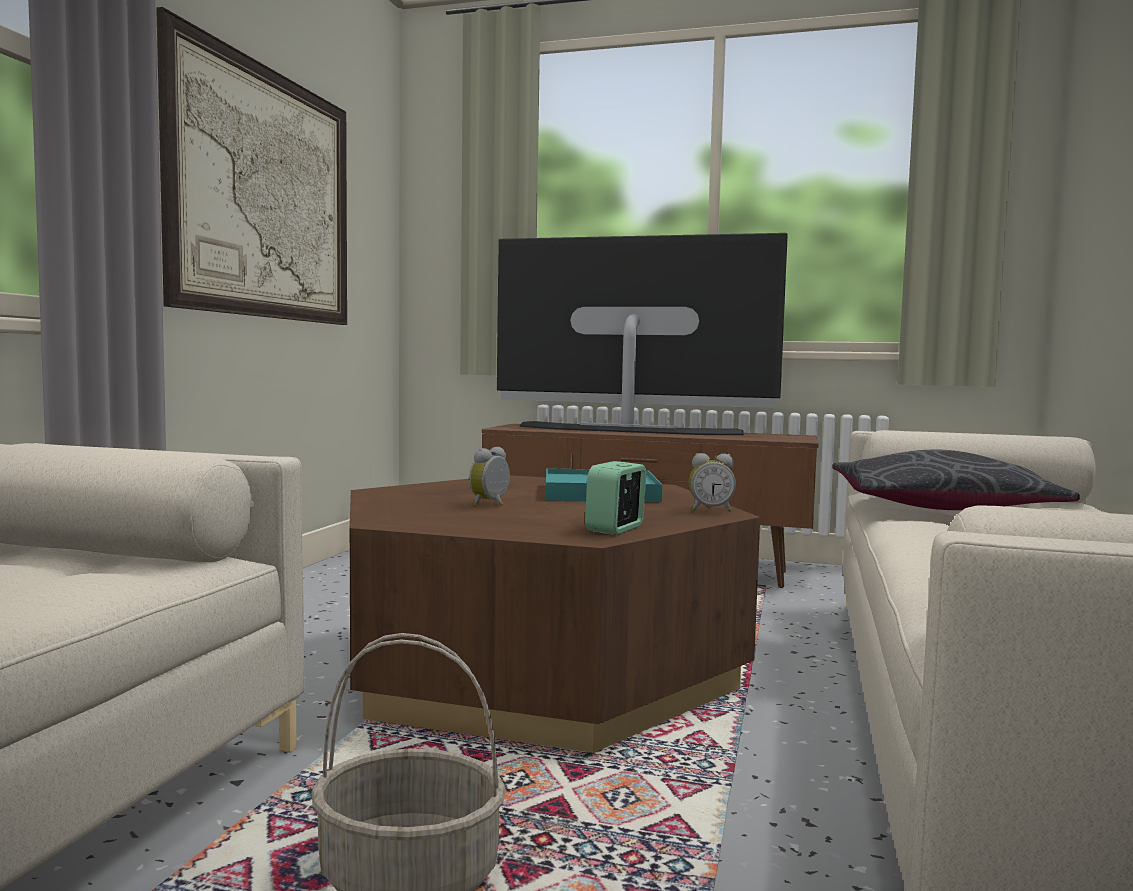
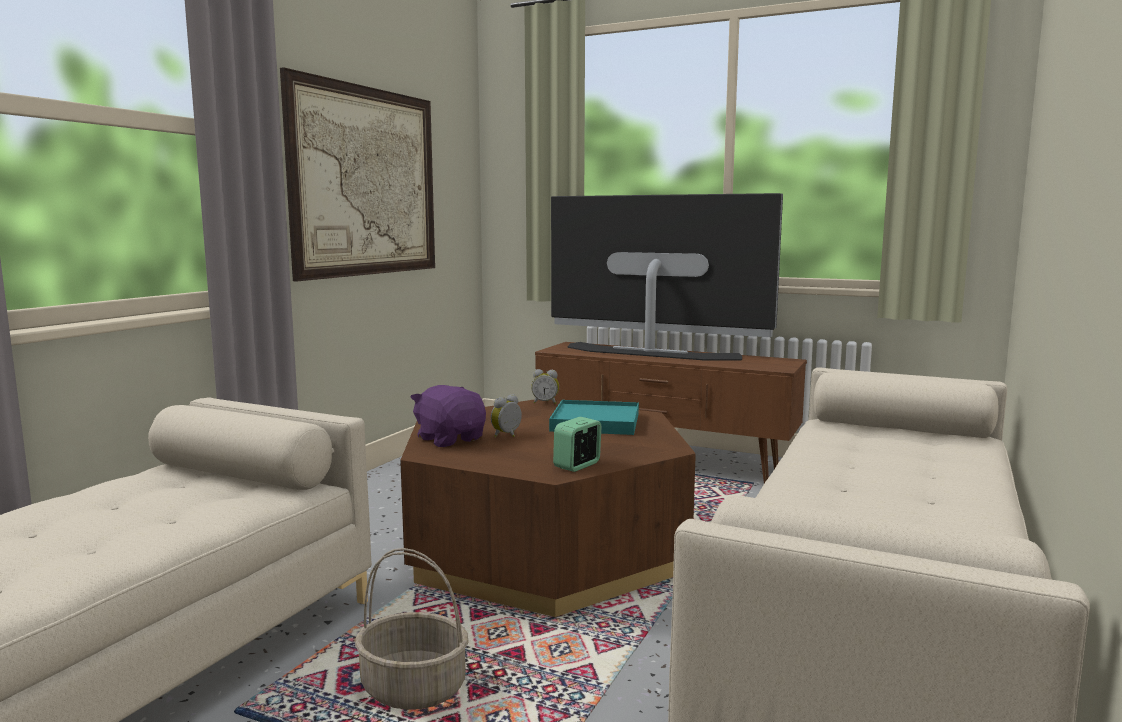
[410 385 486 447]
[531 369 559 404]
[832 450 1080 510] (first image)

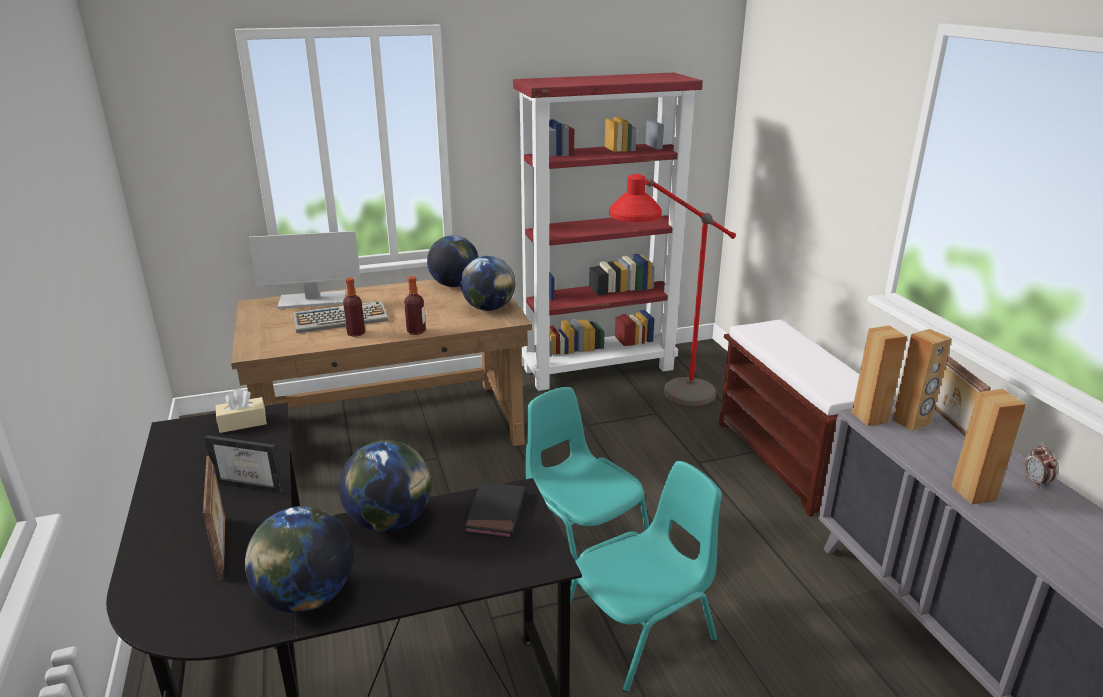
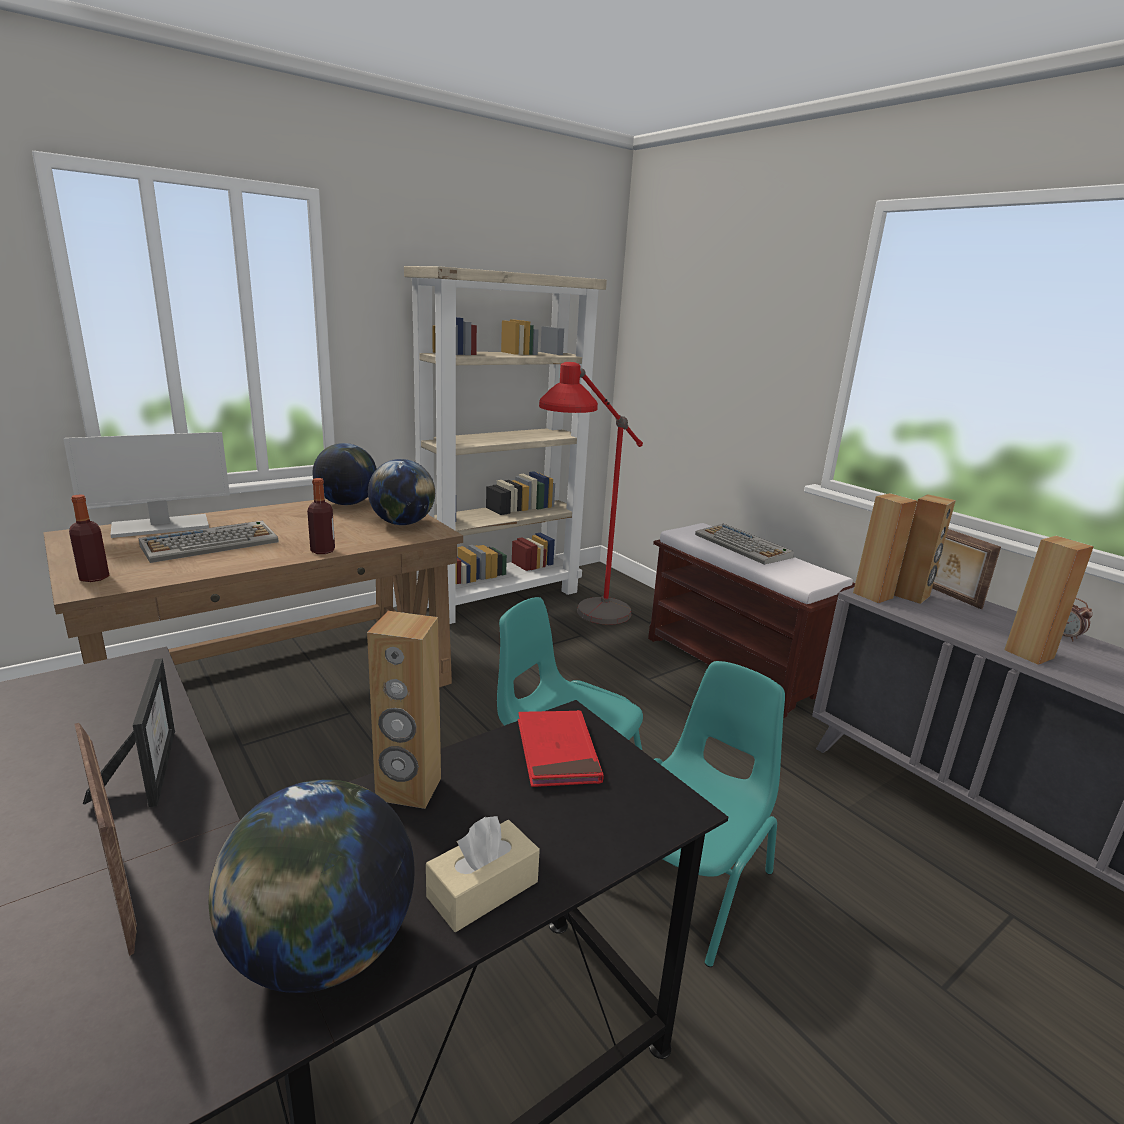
[69 495 109 582]
[83 658 175 807]
[367 611 441 809]
[404 266 607 624]
[426 816 540 932]
[518 710 604 787]
[695 524 794 565]

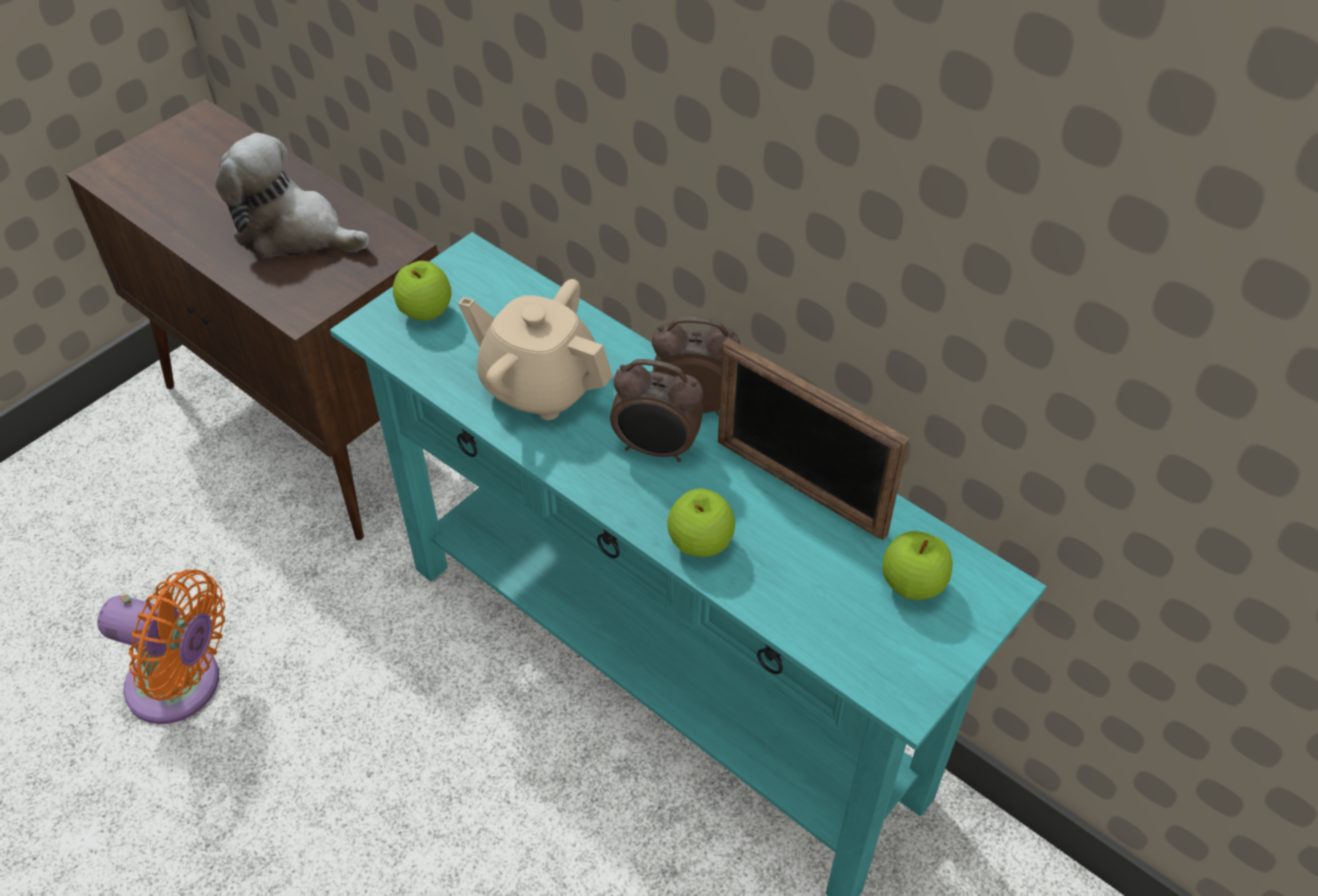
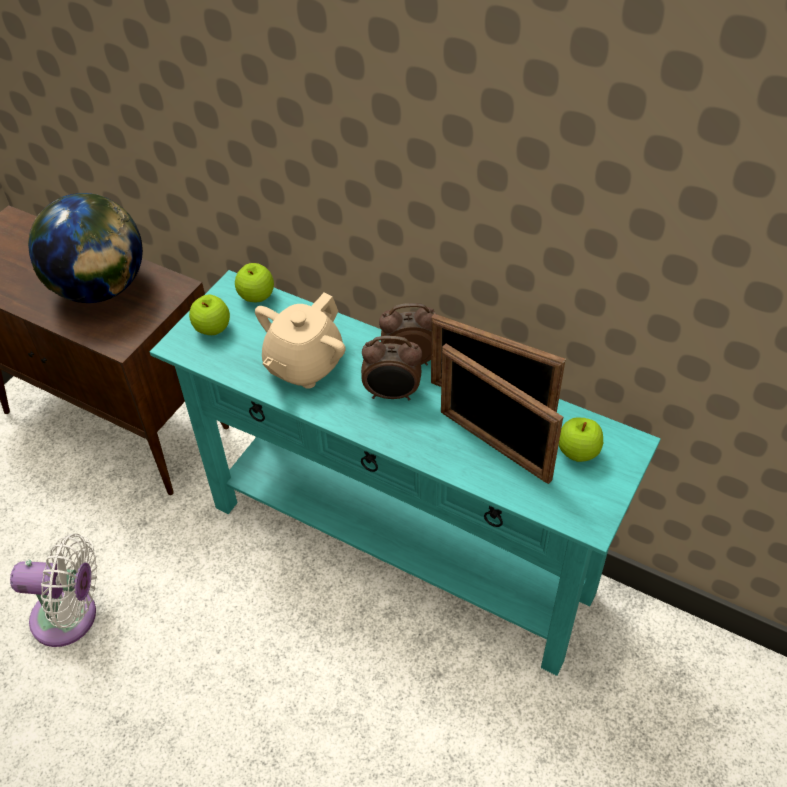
[10 534 97 647]
[28 193 143 303]
[235 263 274 302]
[255 293 345 389]
[441 344 563 484]

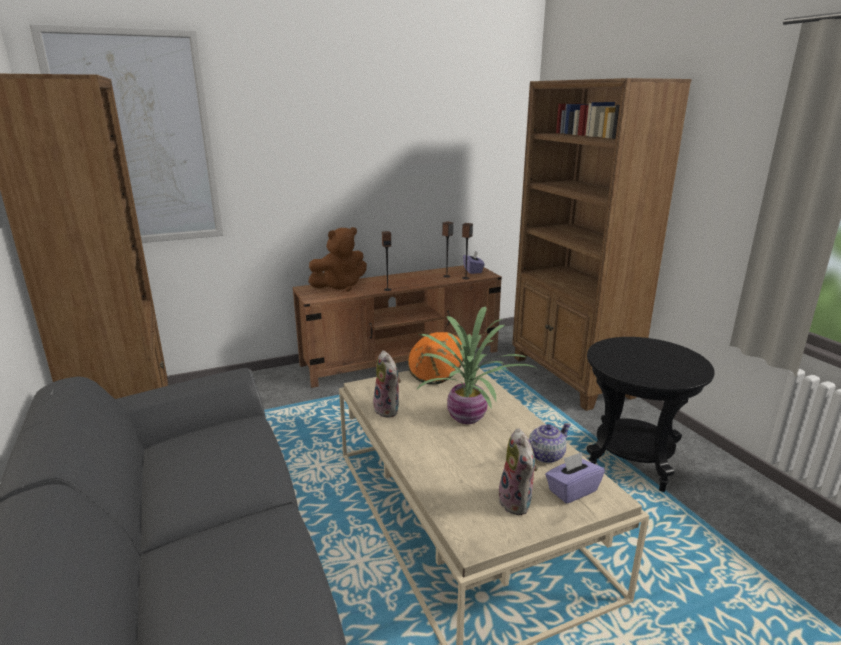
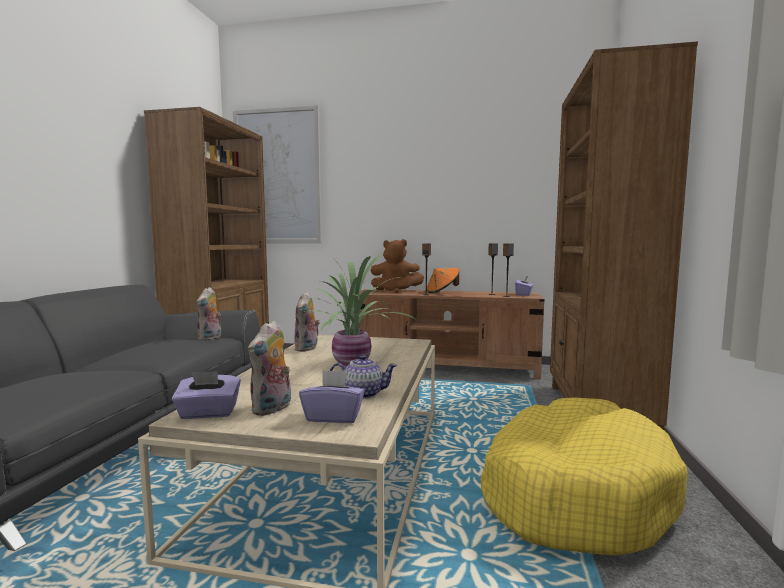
[172 371 241 419]
[196 287 221 340]
[427 268 460 293]
[481 397 688 556]

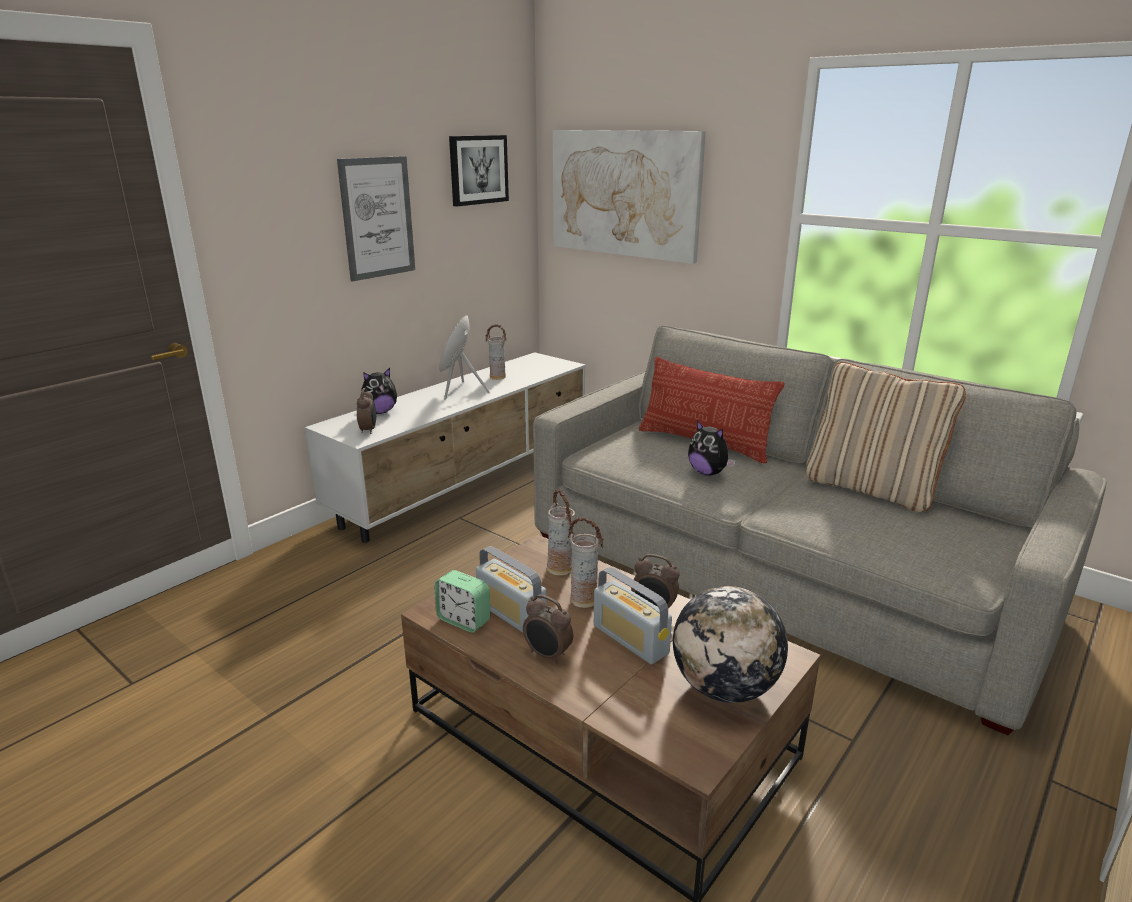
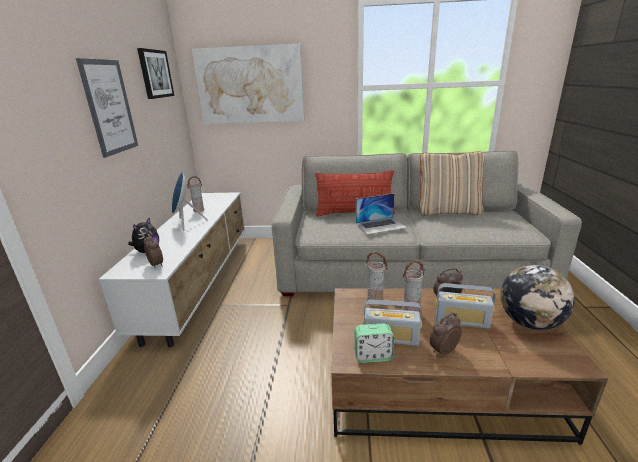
[356 193 407 235]
[430 312 462 357]

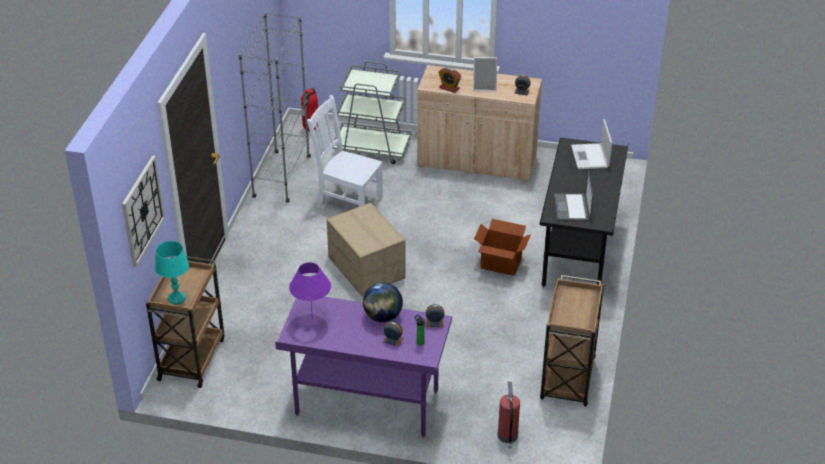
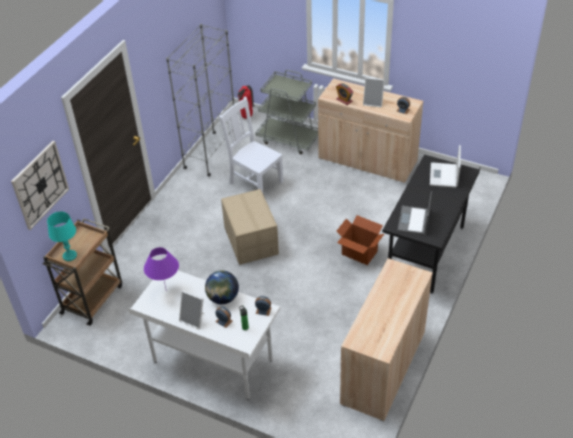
[128 271 281 400]
[179 290 204 329]
[340 258 433 422]
[497 382 520 449] (first image)

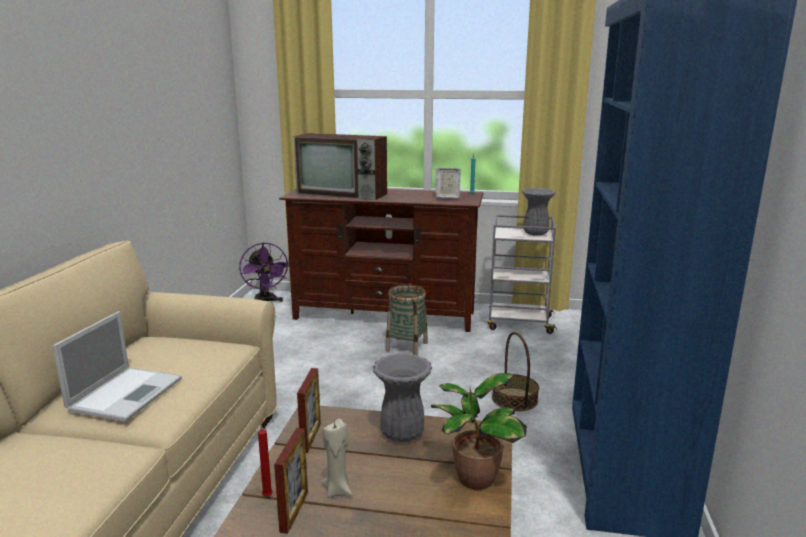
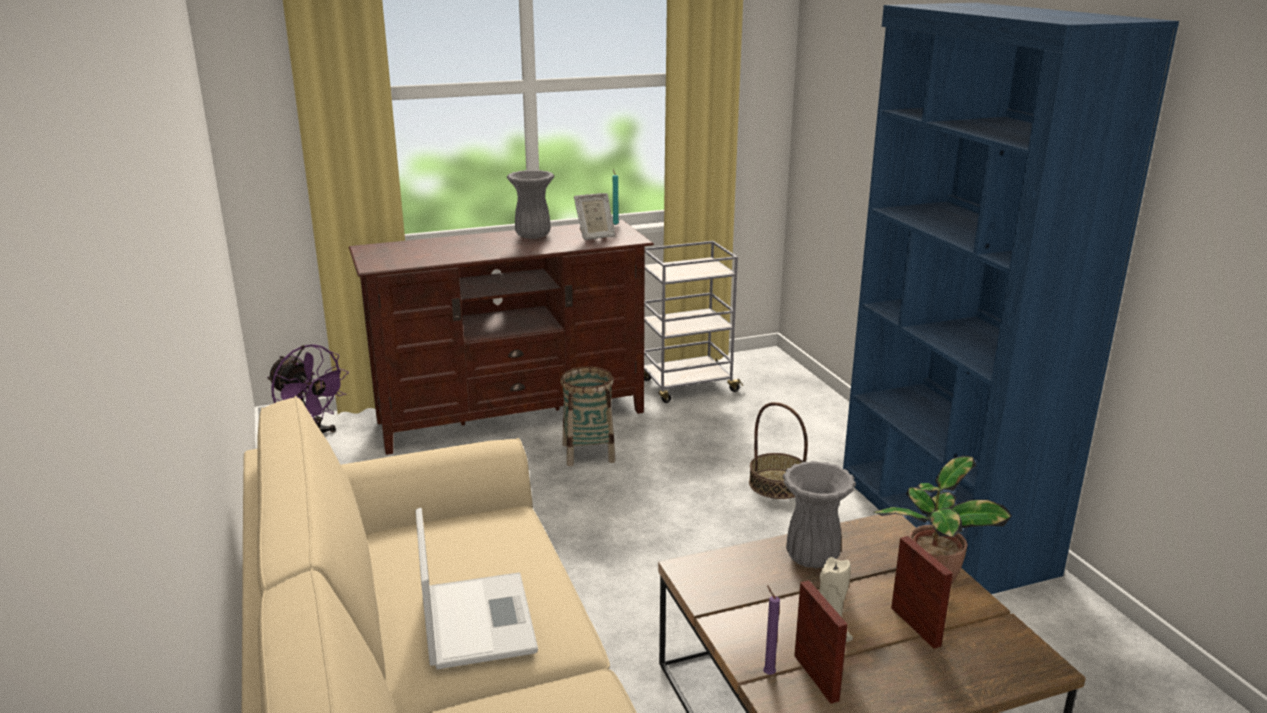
[507 170 555 239]
[763 585 780 675]
[891 536 953 649]
[294 133 387 200] (first image)

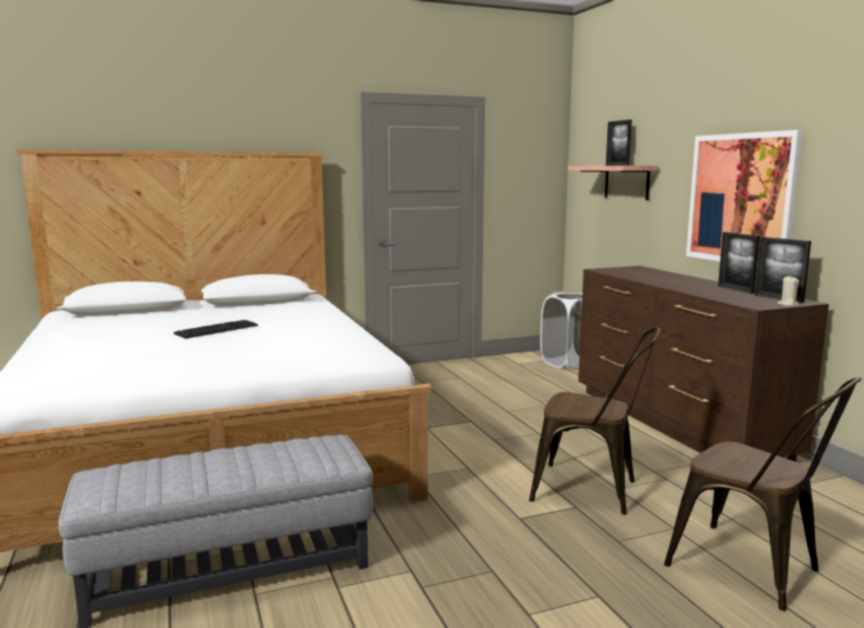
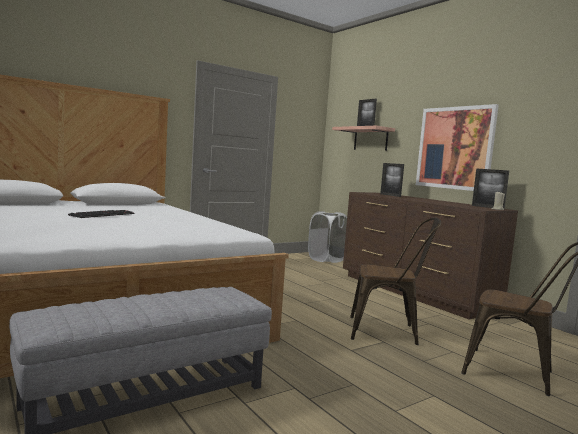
[380 163 404 197]

